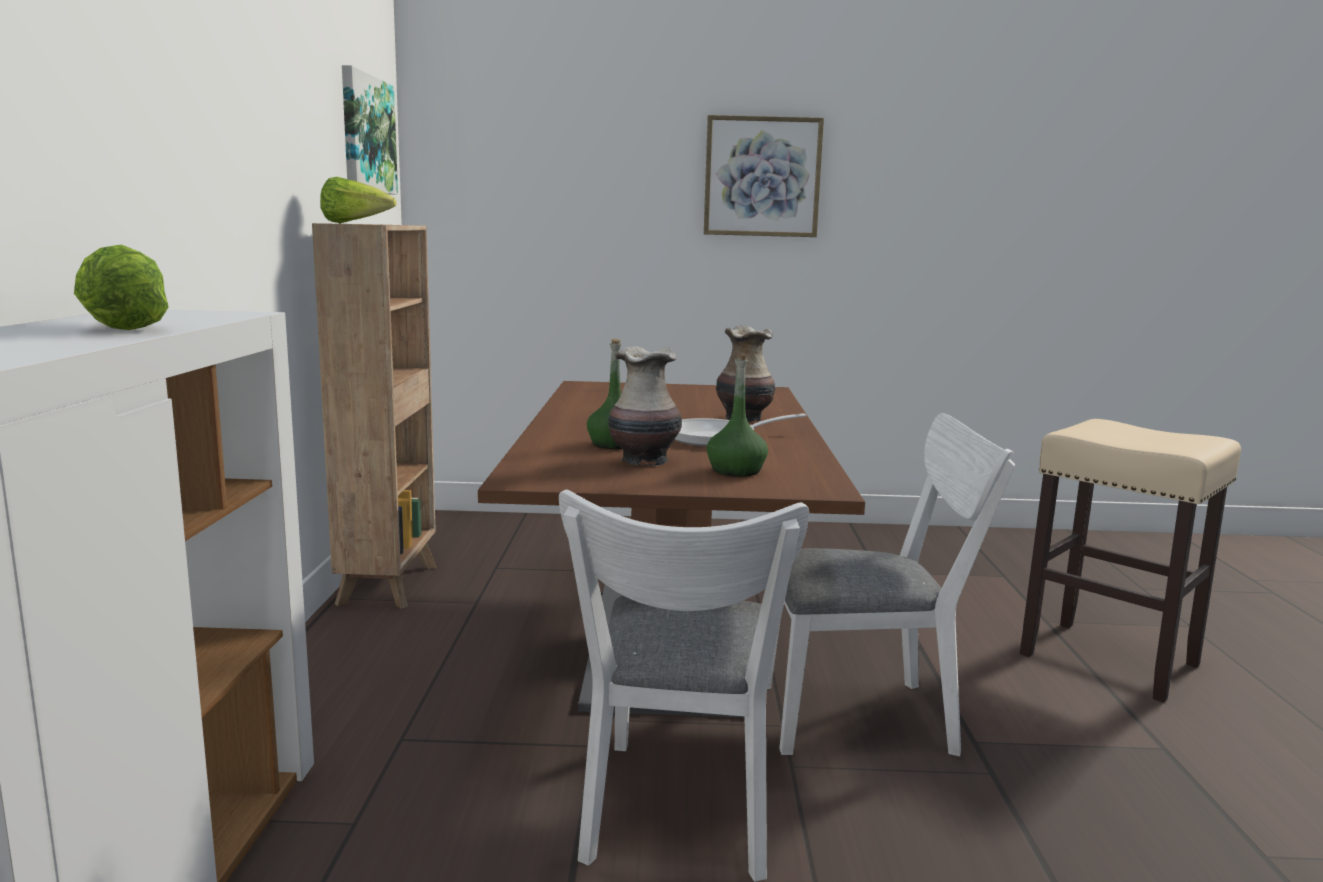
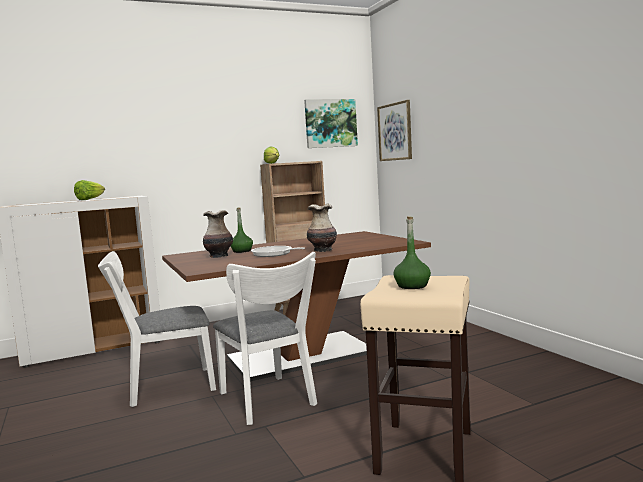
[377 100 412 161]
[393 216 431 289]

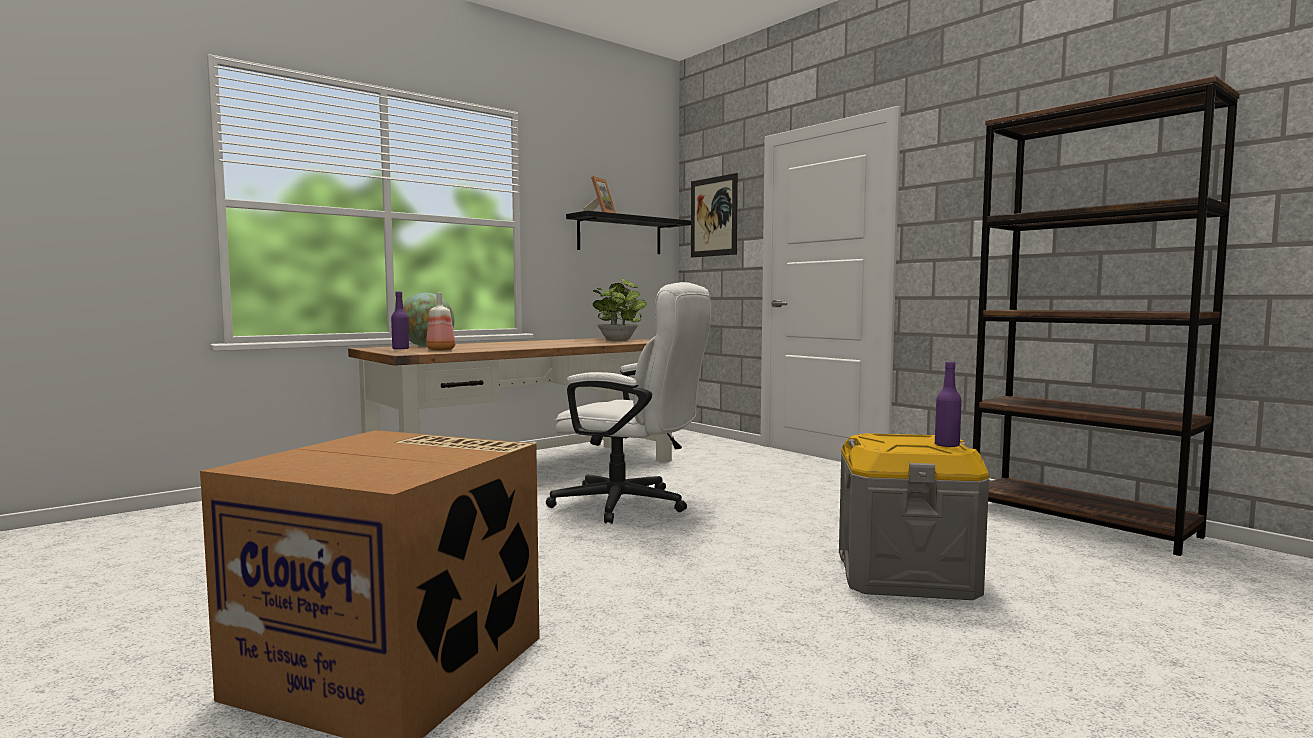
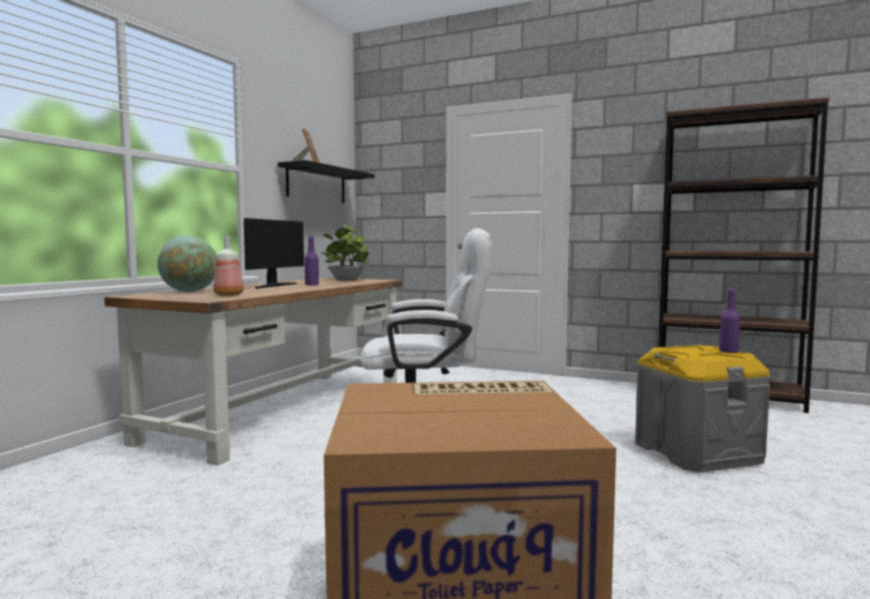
[244 218 304 288]
[305 236 319 286]
[691 173 738 257] (first image)

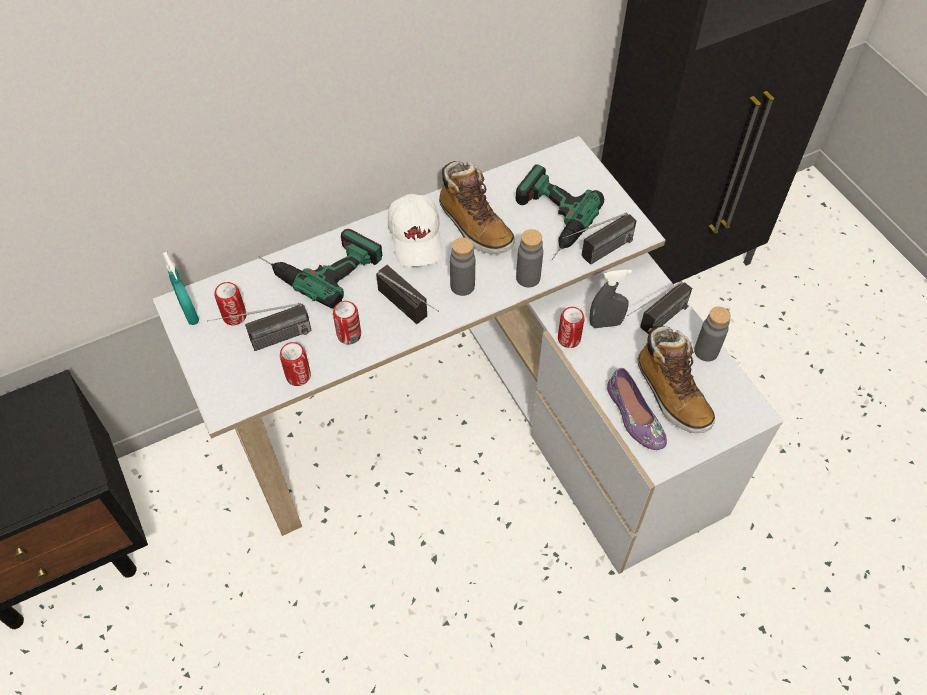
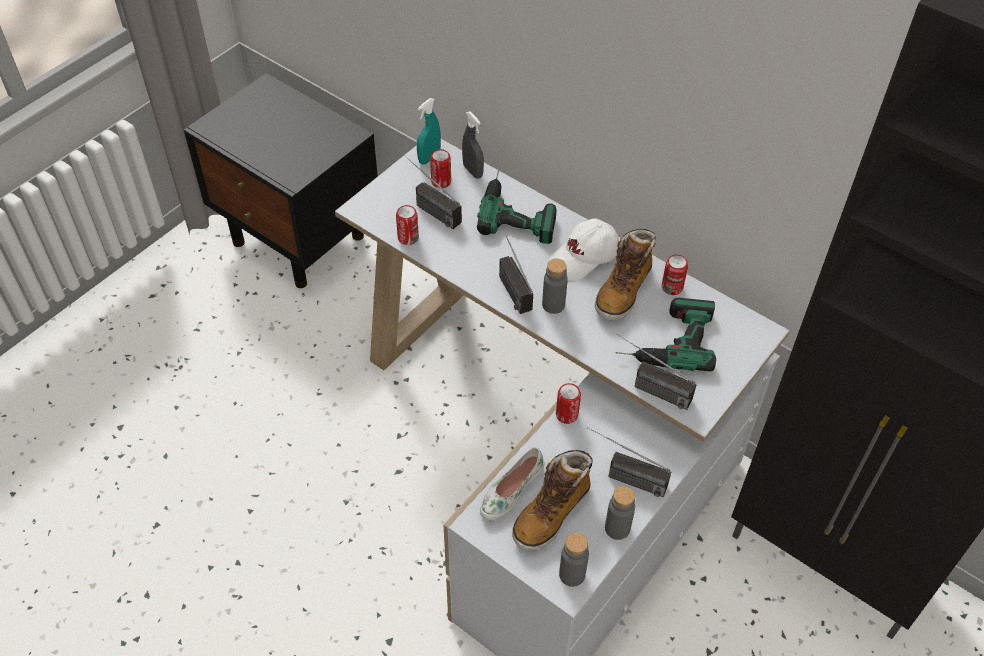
[462 111 484 179]
[480 447 544 521]
[499 221 533 314]
[559 533 589 587]
[662 255 688 295]

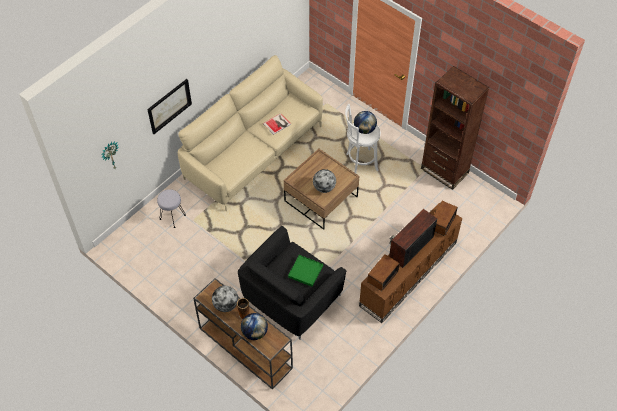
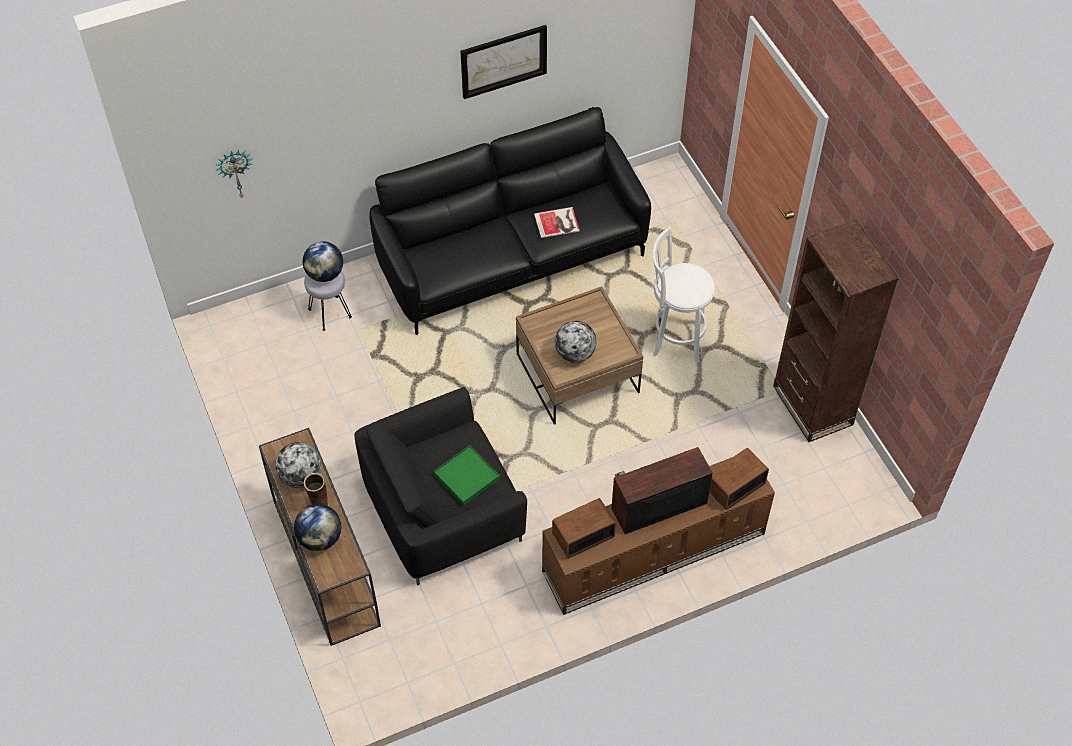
[303 241 343 282]
[369 107 651 335]
[460 25 547 99]

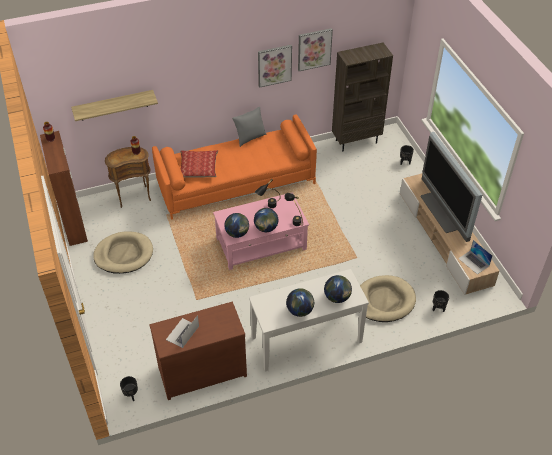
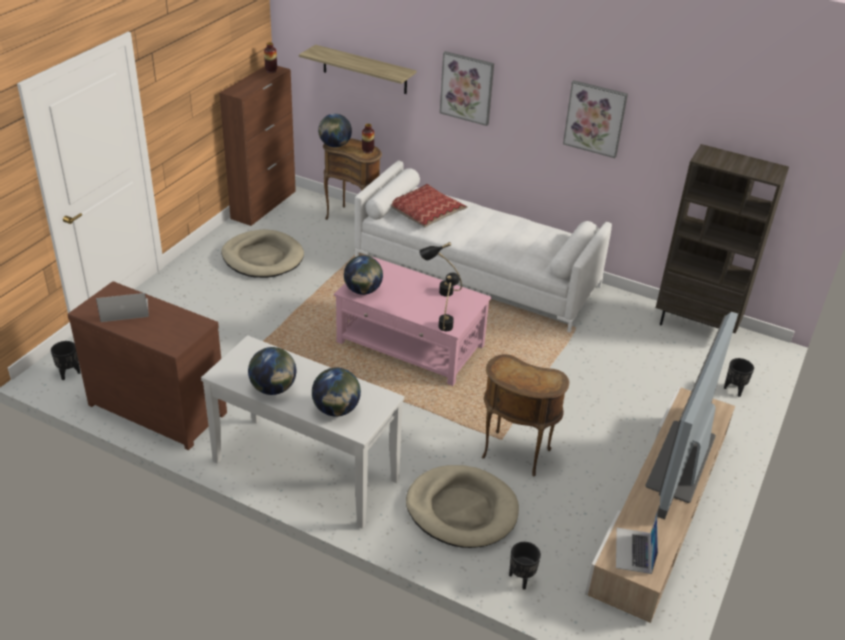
[318 114 352 148]
[355 161 612 332]
[440 51 494 126]
[482 354 569 476]
[232 107 267 147] (first image)

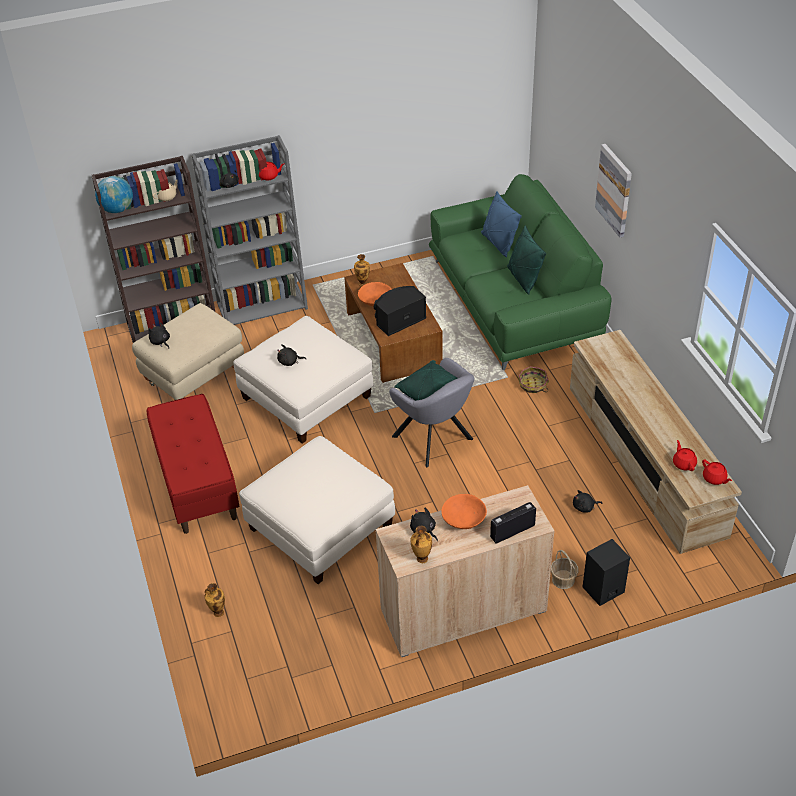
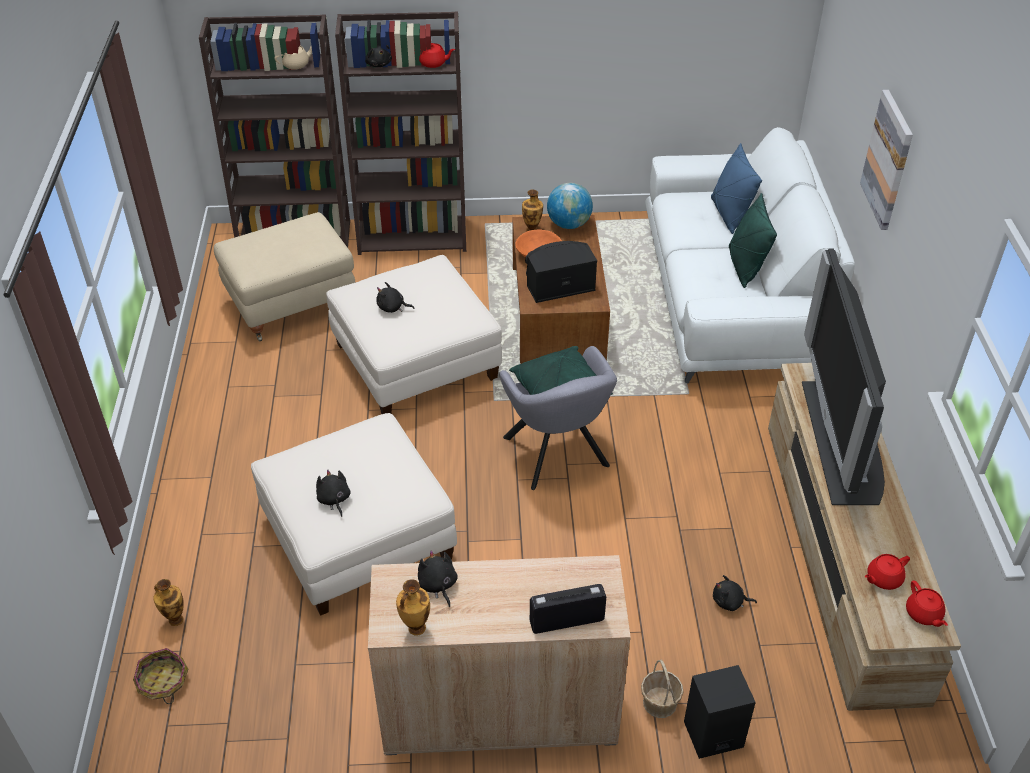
[133 648 189 704]
[316 470 350 517]
[335 11 466 255]
[547 183 593 229]
[645 127 855 384]
[802 248 886 505]
[865 554 910 590]
[147 394 239 534] (first image)
[441 494 487 529] (first image)

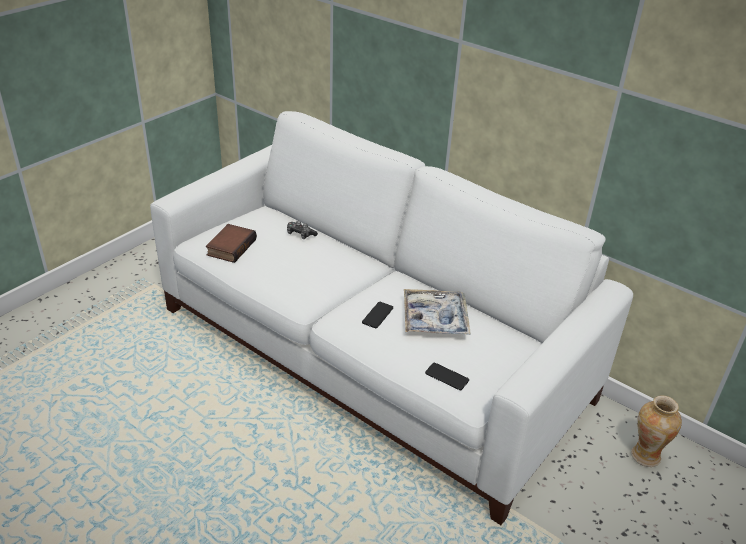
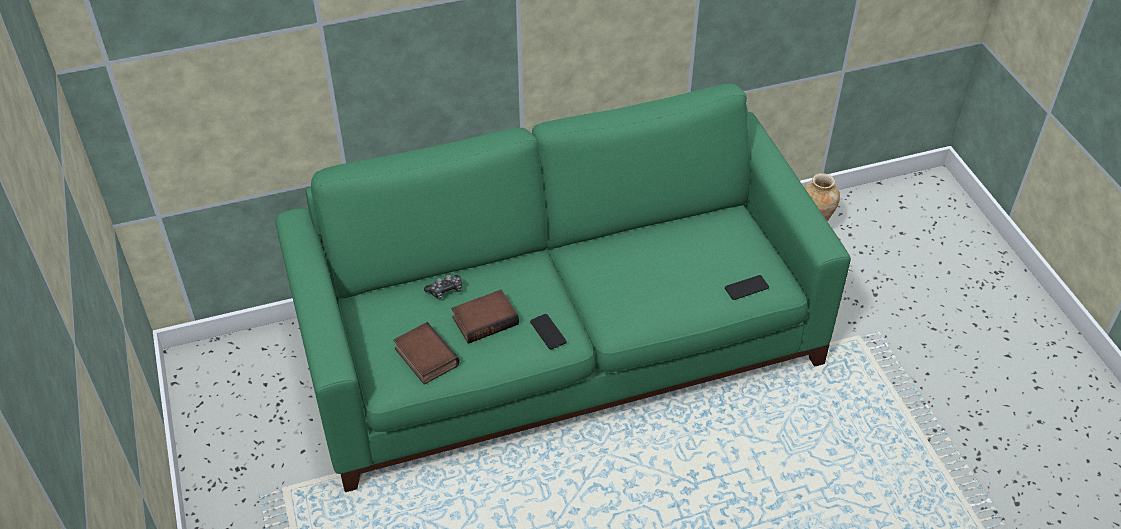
[275 83 851 492]
[451 290 519 344]
[530 314 566 350]
[404 289 471 335] (first image)

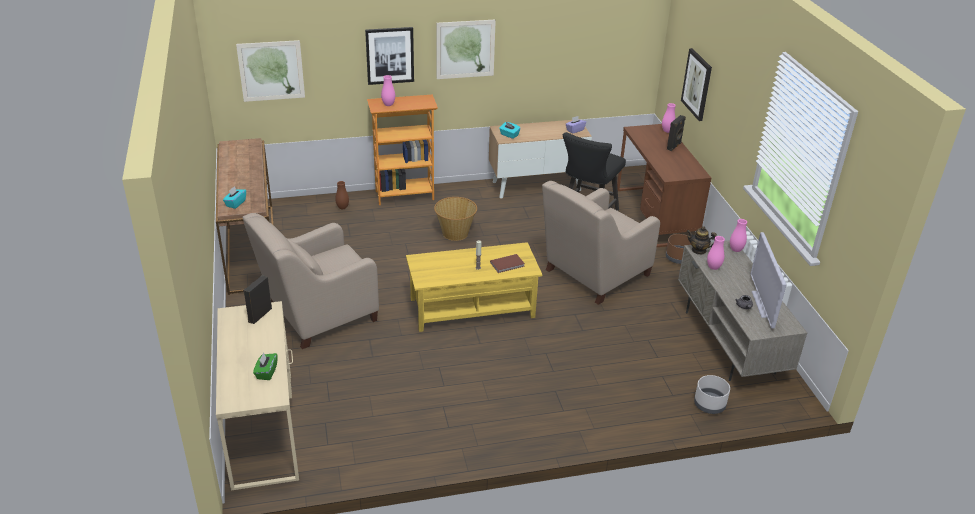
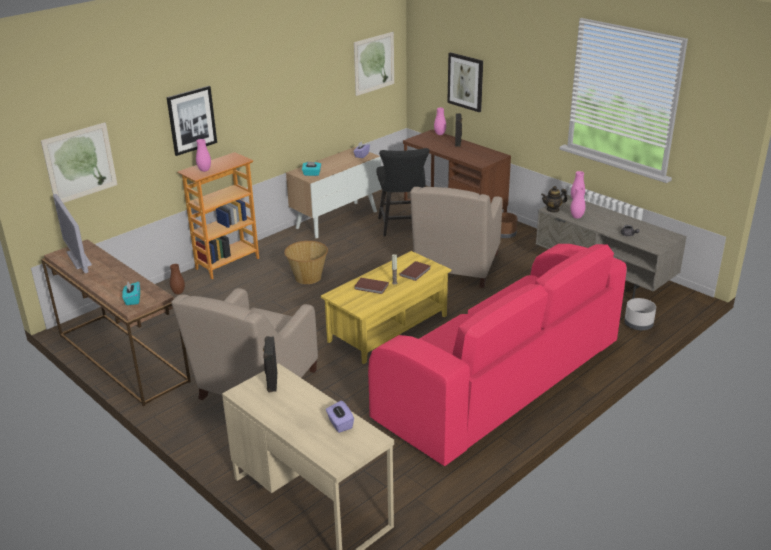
[53 194 92 273]
[326 401 354 433]
[354 32 394 96]
[354 278 389 294]
[368 244 627 466]

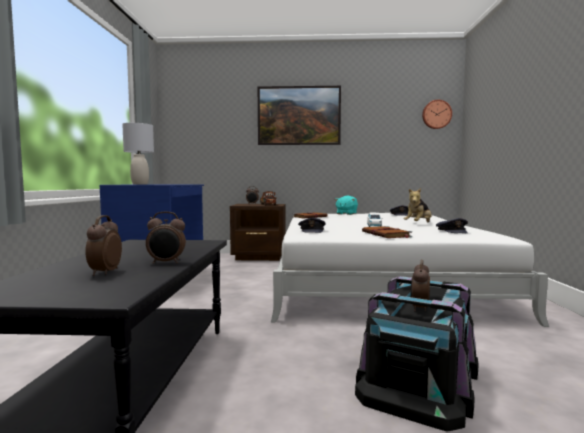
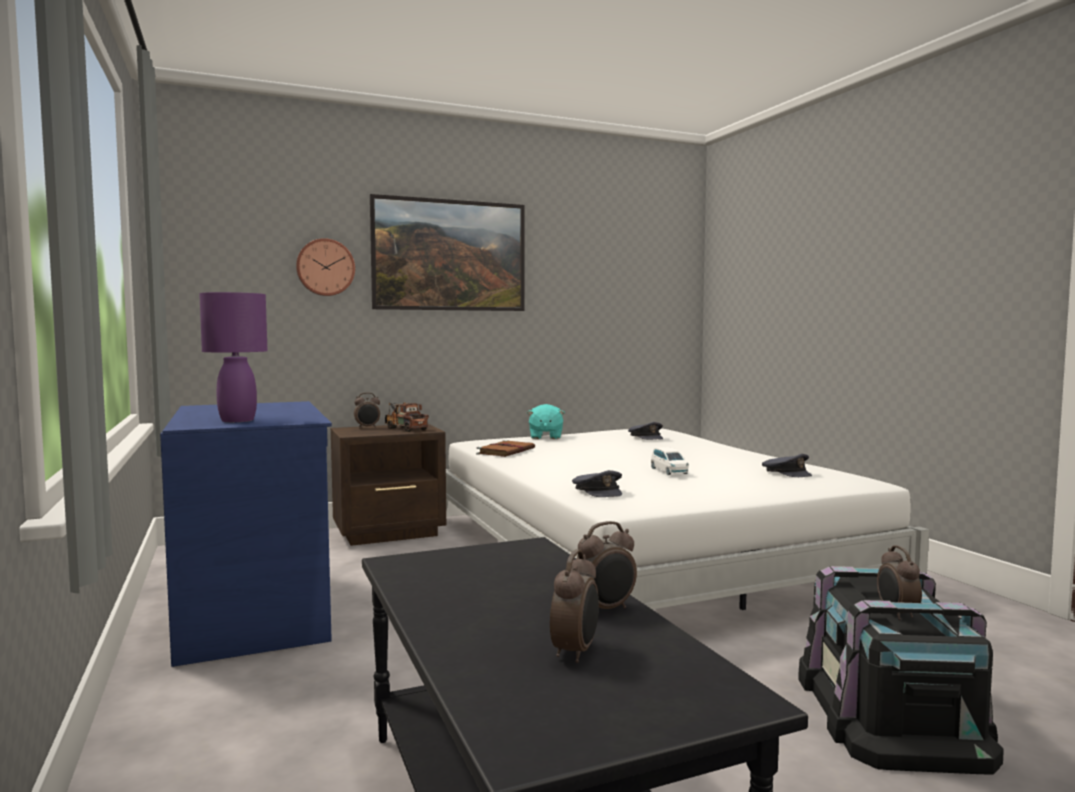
[199 292 268 422]
[296 238 355 296]
[550 549 599 663]
[362 226 412 238] (first image)
[404 188 432 222] (first image)

